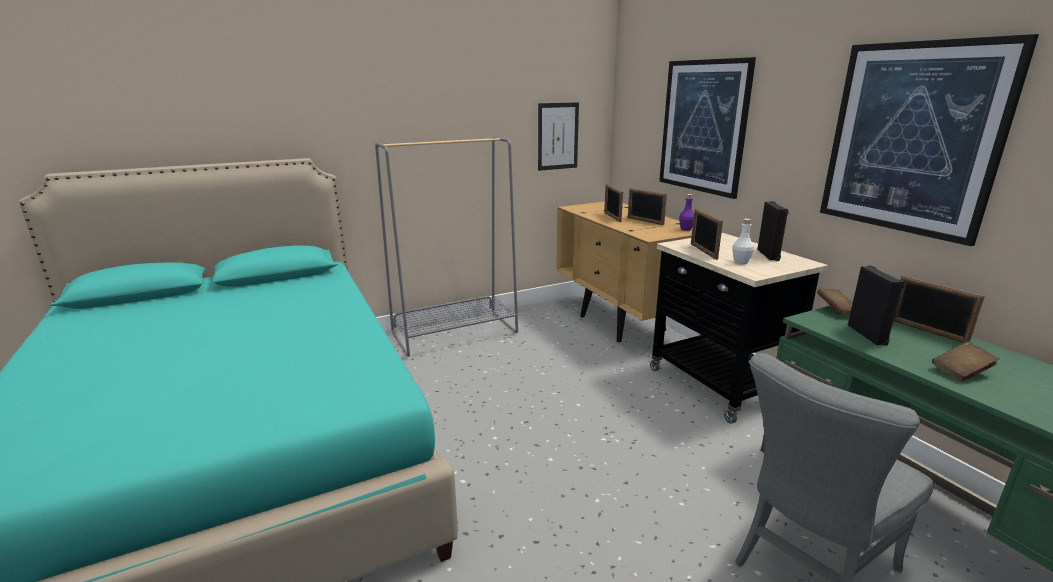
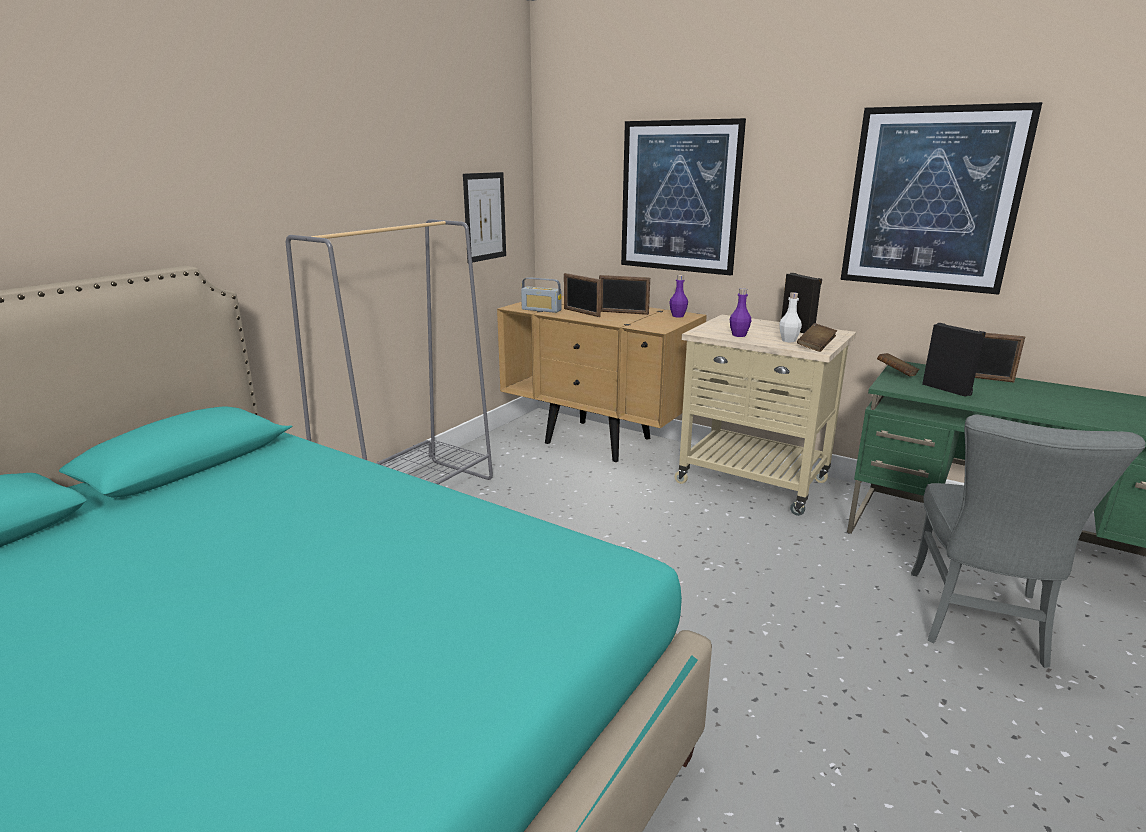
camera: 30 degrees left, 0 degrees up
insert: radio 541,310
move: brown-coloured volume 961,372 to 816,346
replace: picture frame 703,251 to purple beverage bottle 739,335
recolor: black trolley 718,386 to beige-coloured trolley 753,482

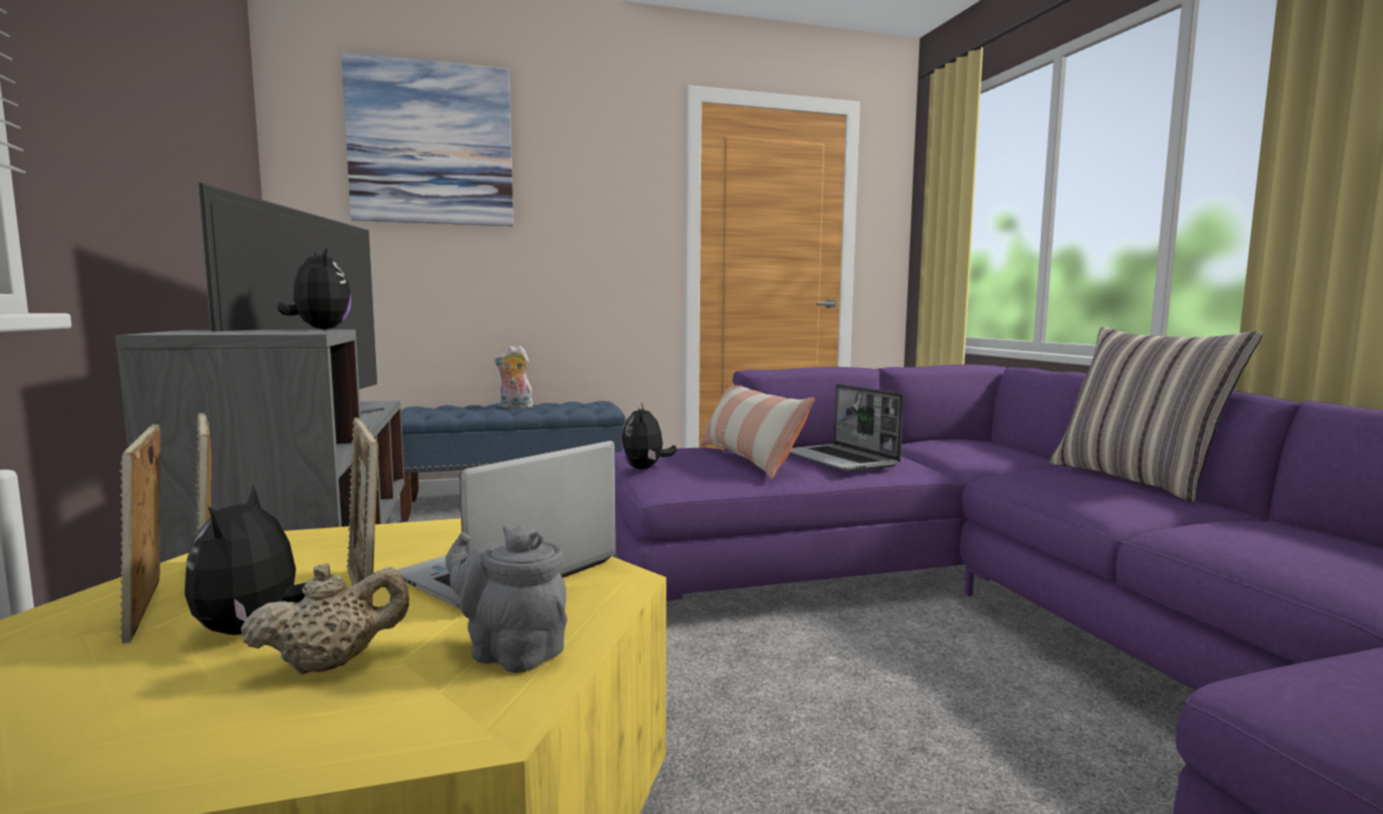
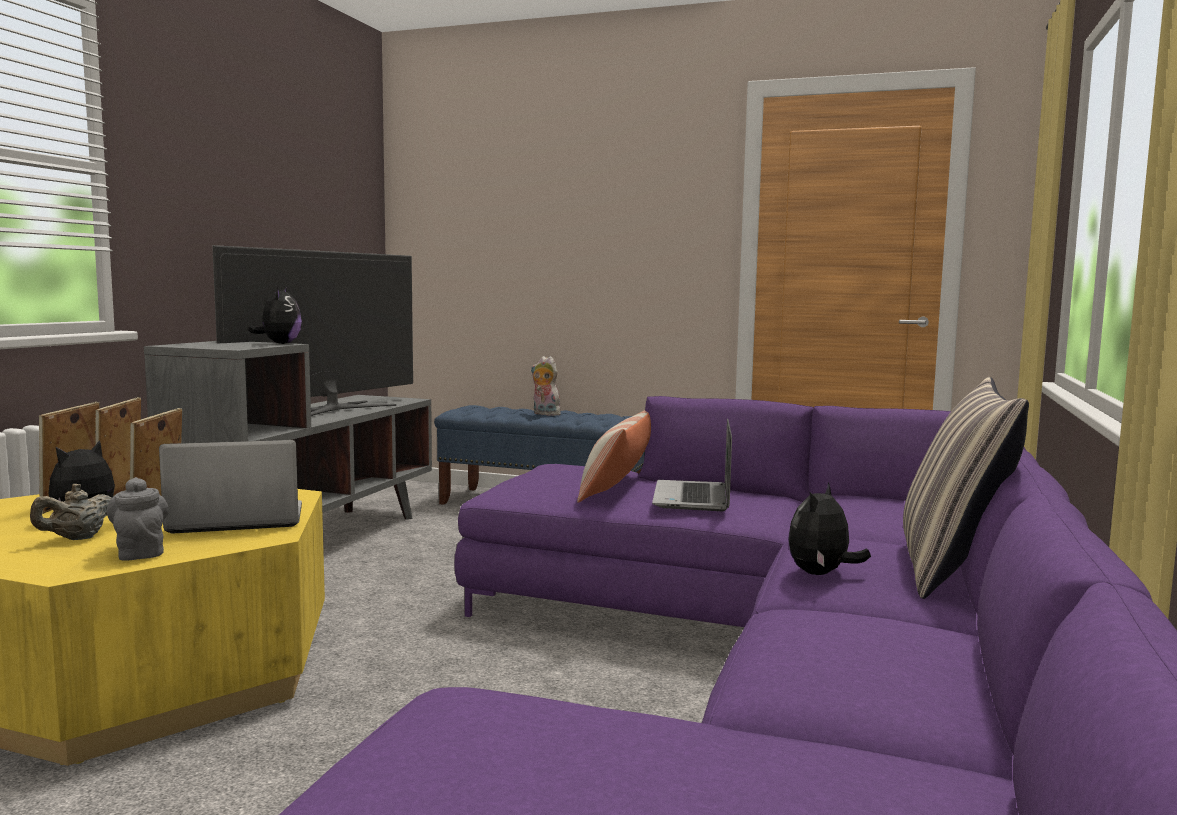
camera: 35 degrees right, 0 degrees up
delete: picture 431,144
move: soft toy 645,468 to 821,574
rotate: beige-coloured teapot 332,664 = 77,538 120 degrees clockwise

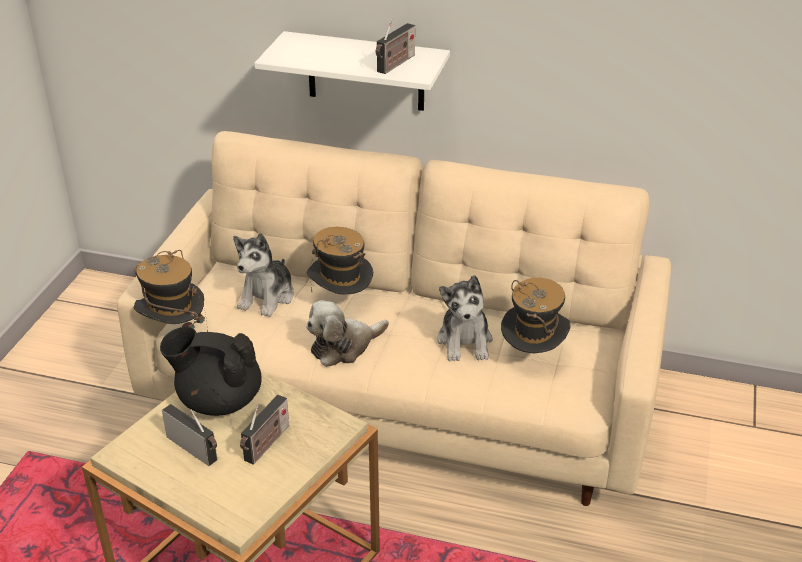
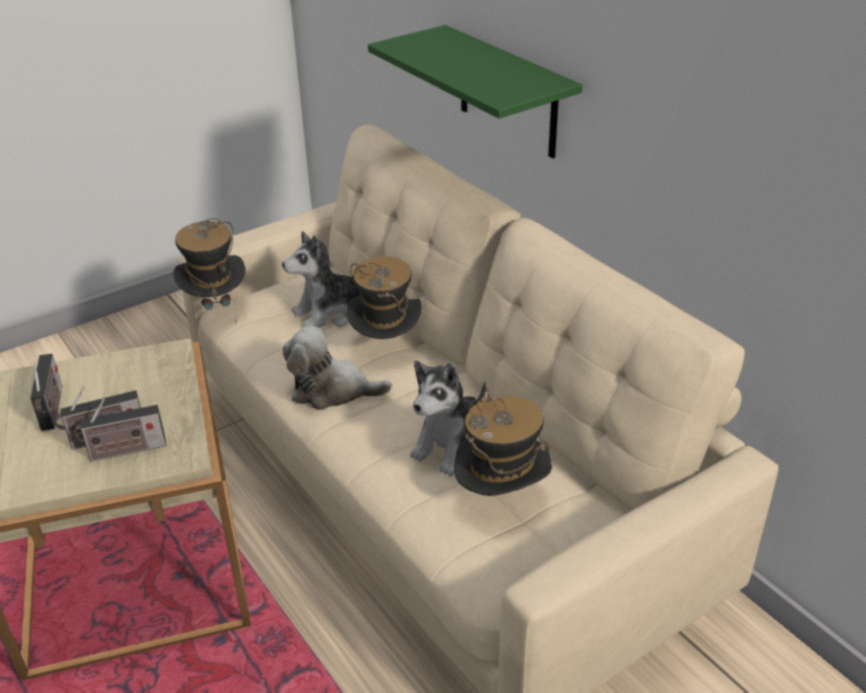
camera: 40 degrees right, 0 degrees up
delete: black teapot 218,400
move: radio 395,64 to 124,451
recolor: whitish shelf 366,72 to green-coloured shelf 508,93

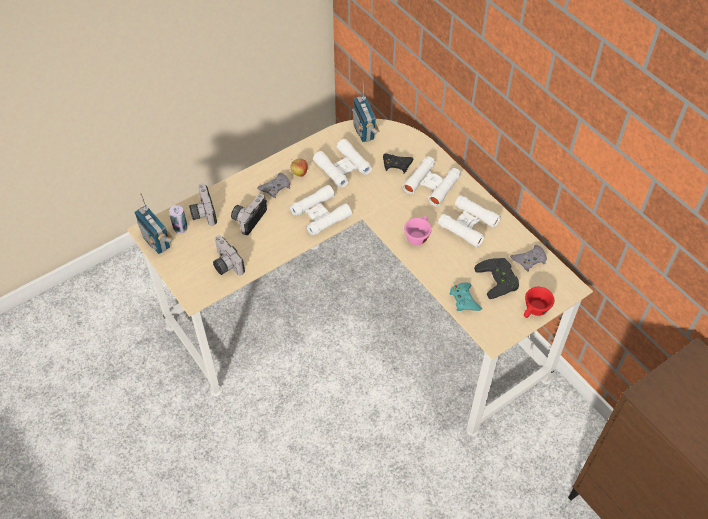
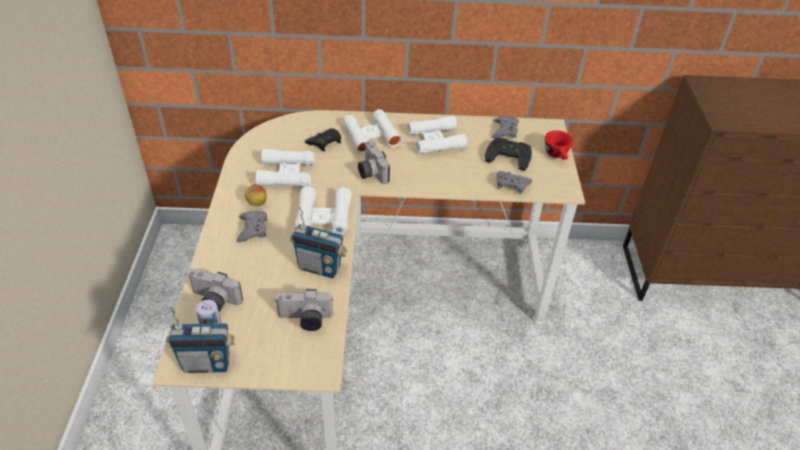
camera: 55 degrees left, 10 degrees down
delete: pink drinking cup 418,235
move: still camera 248,218 to 370,172; radio 364,132 to 320,267
recolor: blue-green game controller 464,300 to grey game controller 512,184

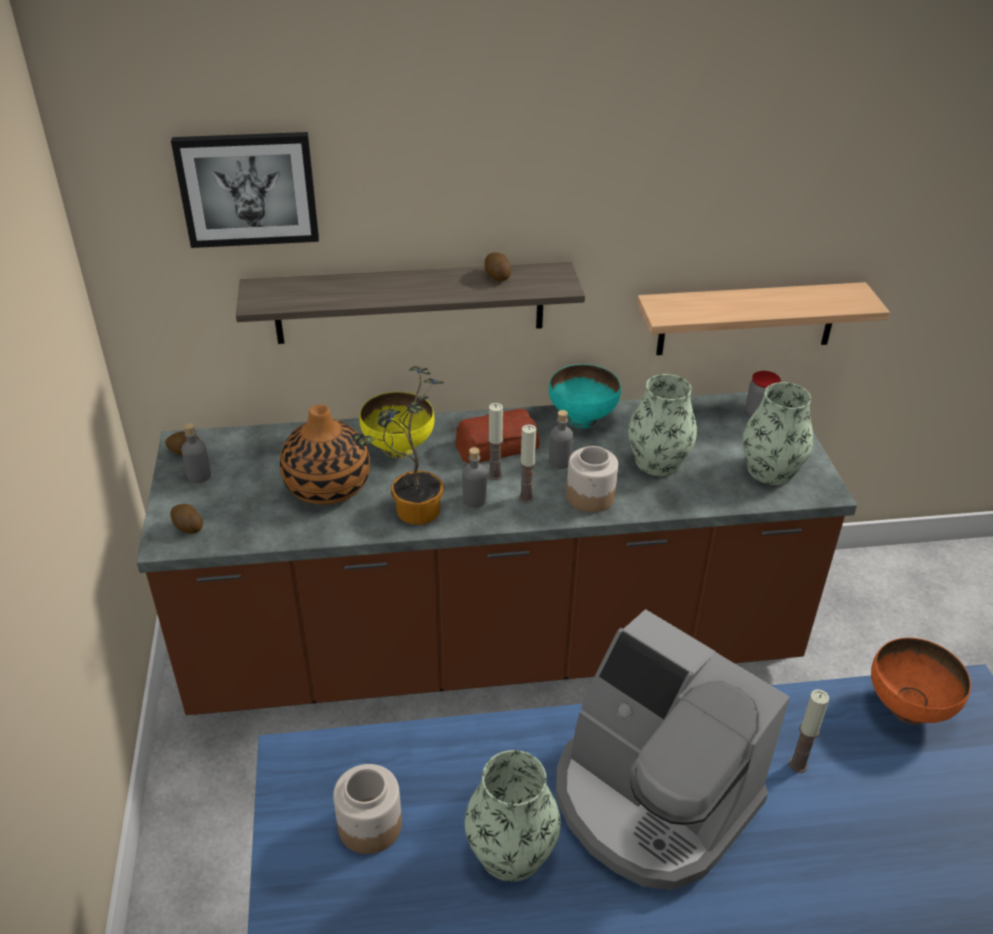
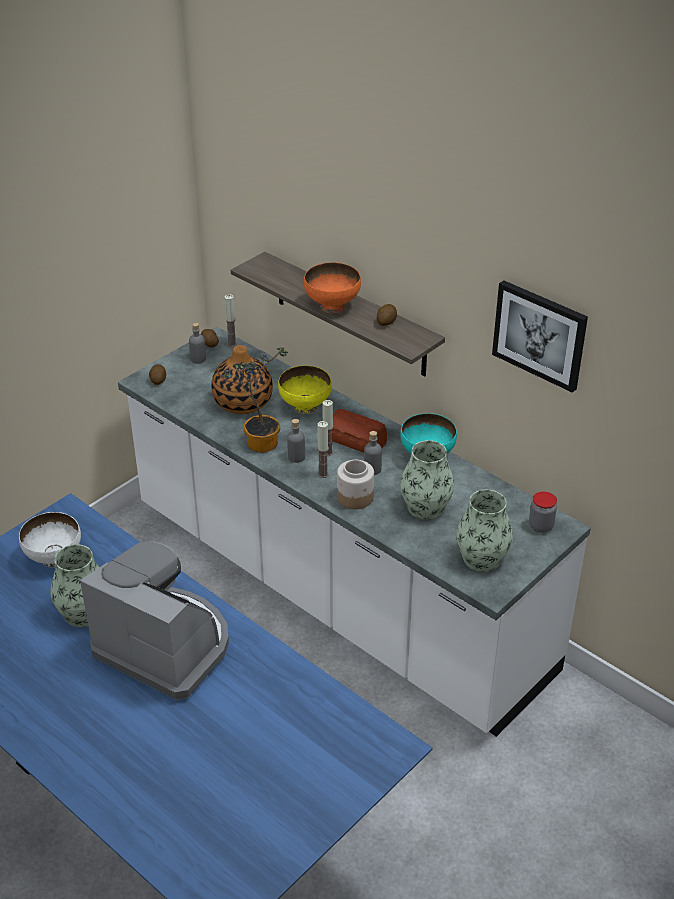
camera: 50 degrees right, 0 degrees up
delete: shelf 747,319
move: picture 248,189 to 540,334; wax candle 798,764 to 232,344; orange deep dish 907,707 to 332,306
replace: jar 369,826 to whitish deep dish 54,558
recolor: brown-coloured kitchen base unit 494,646 to whitish kitchen base unit 336,589
rotate: coffee machine 651,799 = 165,646 120 degrees clockwise

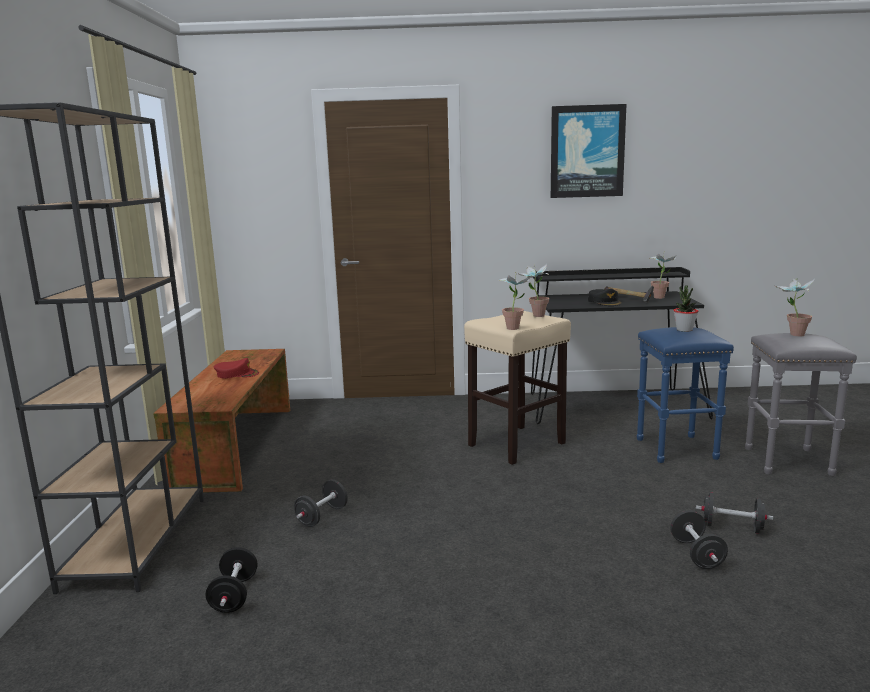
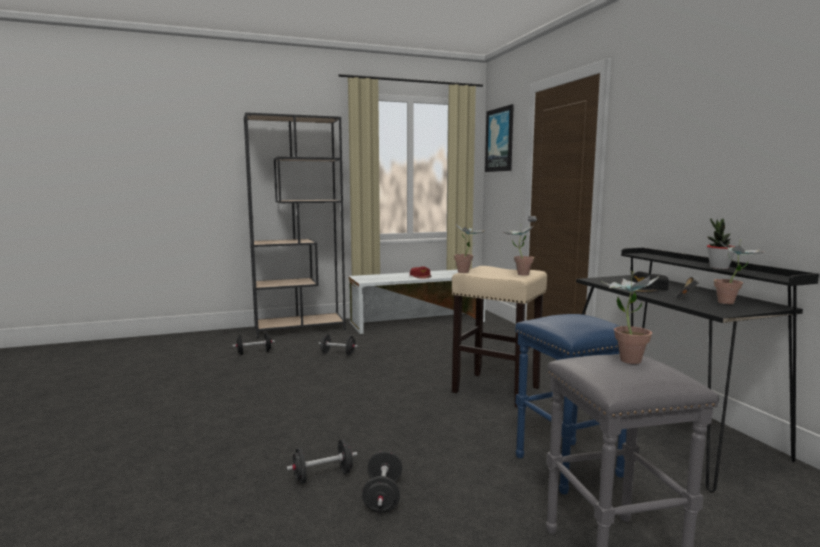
camera: 70 degrees right, 5 degrees down
move: picture 587,151 to 500,140; plant in a pot 684,330 to 719,268
recolor: brown-coloured indoor bench 235,445 to whitish indoor bench 418,321

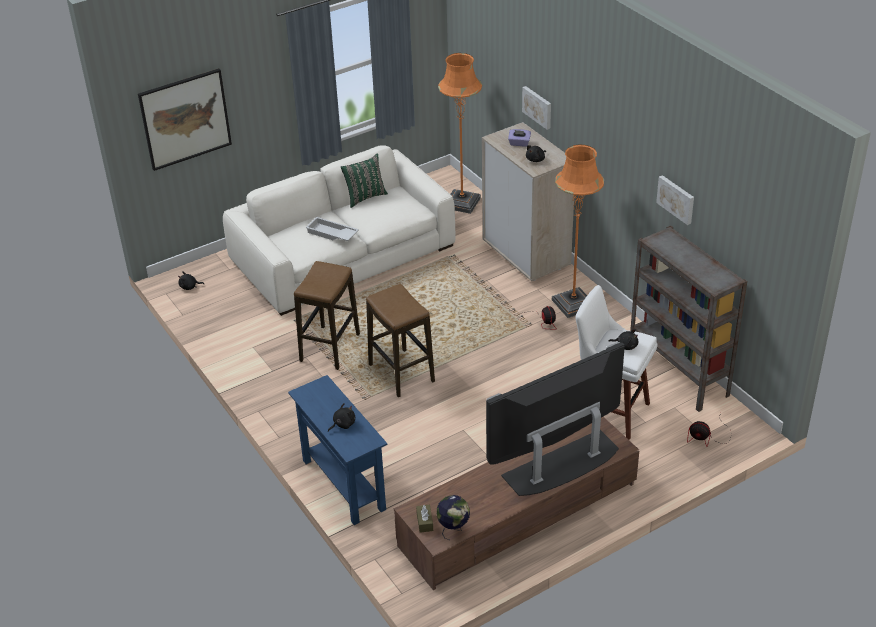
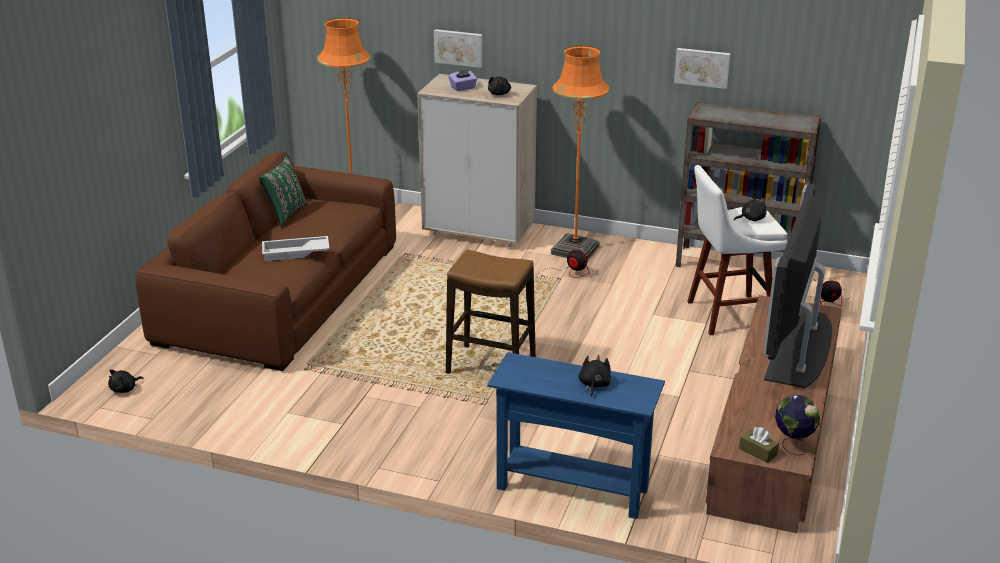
camera: 40 degrees left, 10 degrees down
delete: picture 185,119; stool 330,347
recolor: whitish sofa 343,253 to brown-coloured sofa 279,292

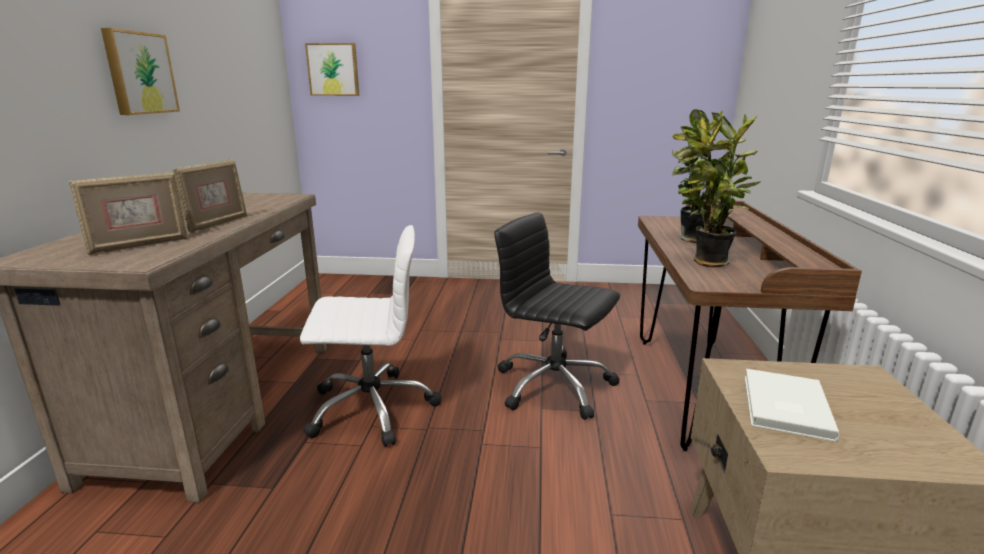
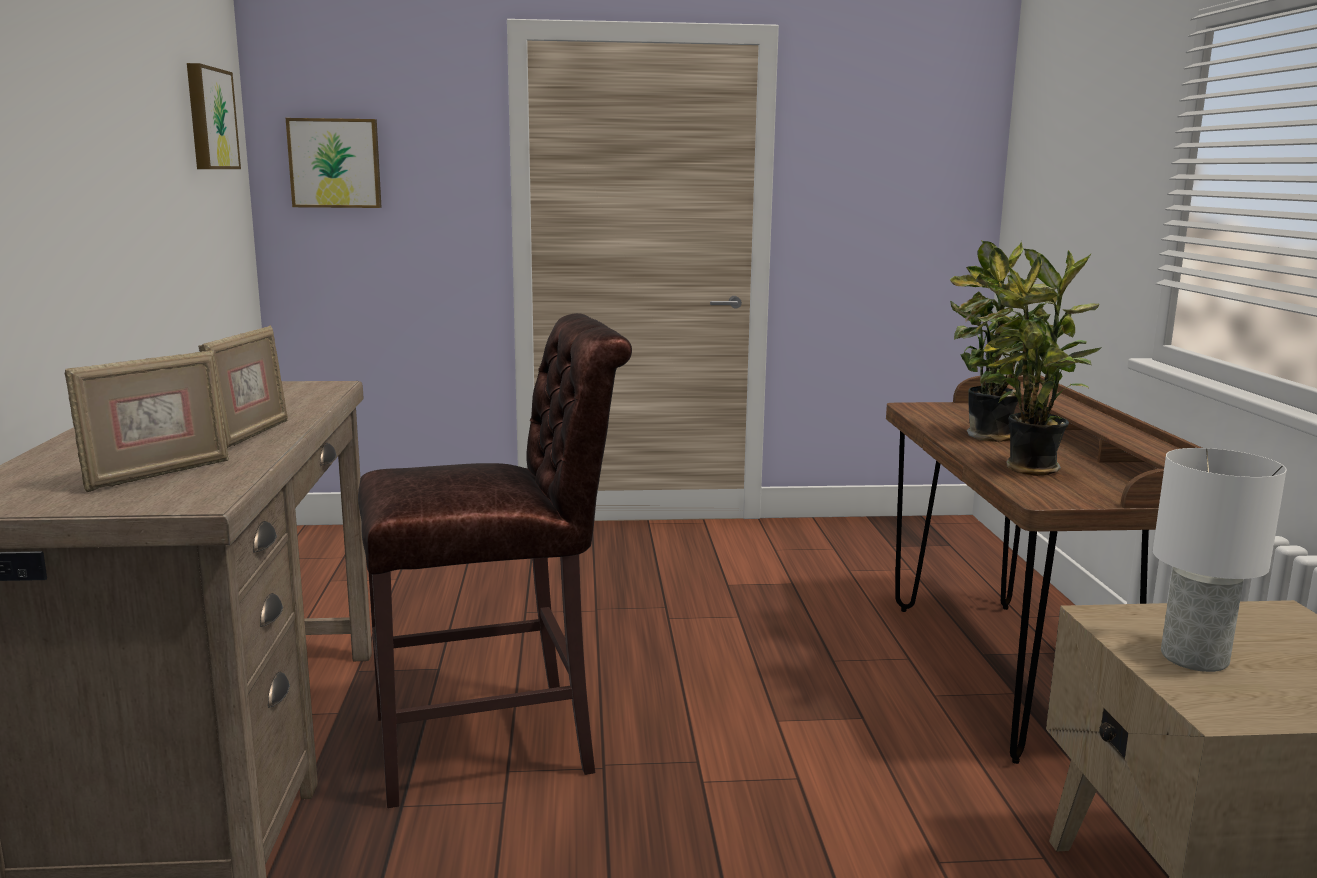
camera: 10 degrees left, 5 degrees down
delete: black computer chair 553,386
move: picture 139,73 to 209,119
replace: whitish computer chair 372,408 to brown-coloured stool 497,743; whitish volume 783,406 to whitish tabletop lamp 1193,658

